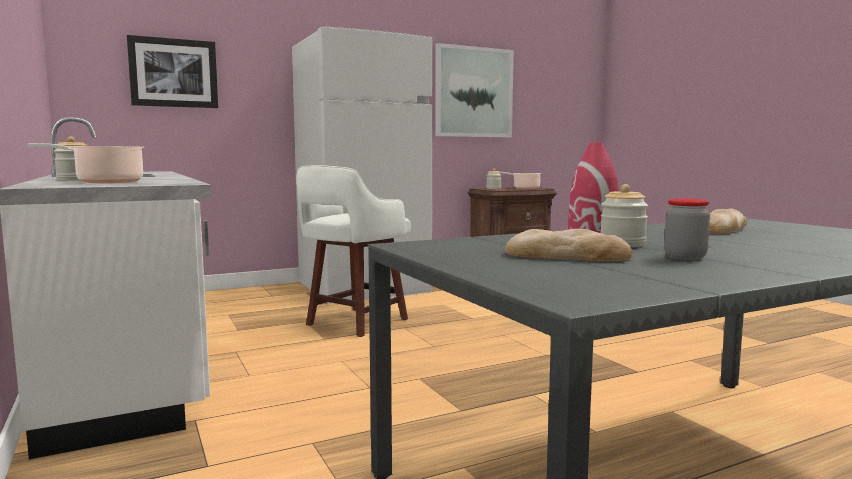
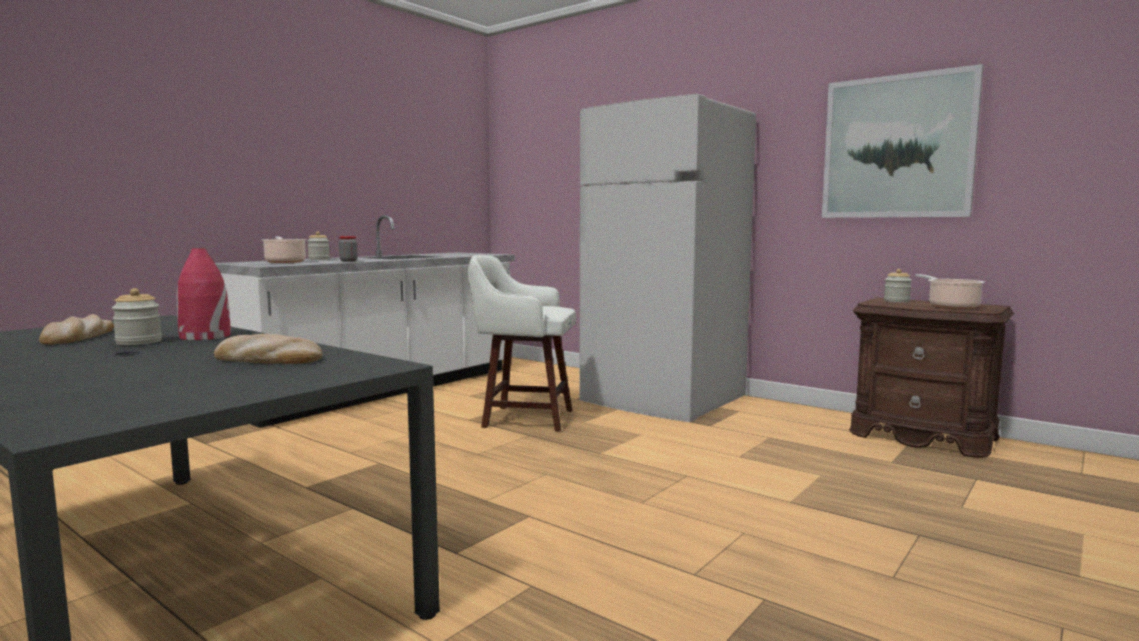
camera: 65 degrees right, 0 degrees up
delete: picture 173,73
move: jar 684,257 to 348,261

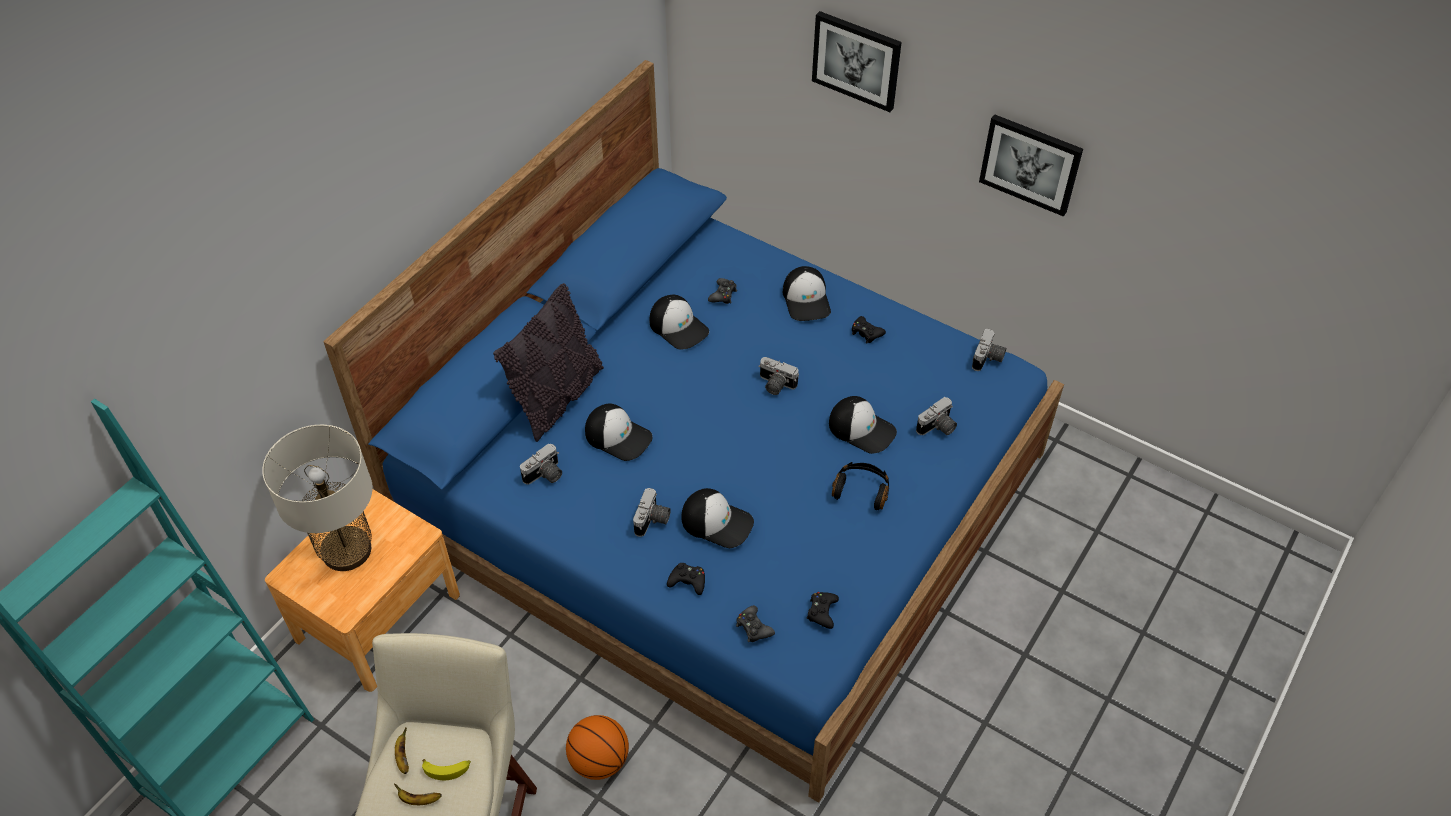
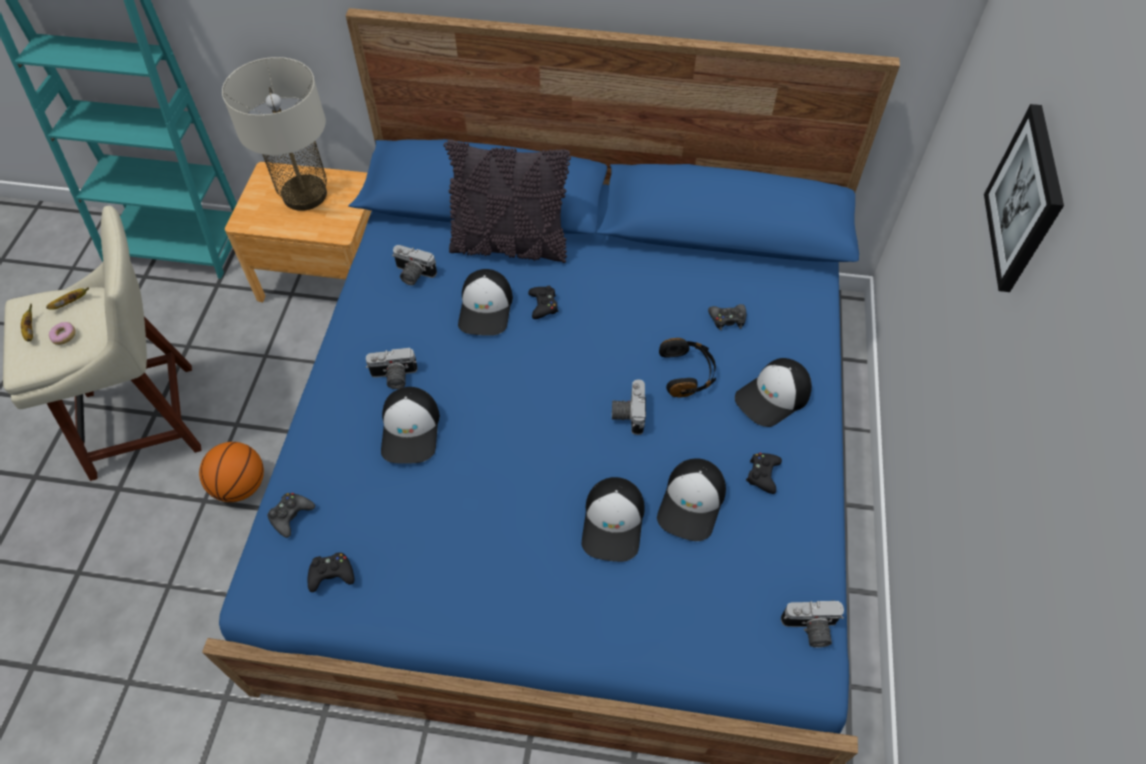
camera: 65 degrees right, 5 degrees up
delete: still camera 937,428; picture 1031,163
move: baseball cap 679,327 to 692,503; black game controller 688,581 to 543,305; black pair of headphones 861,490 to 687,373
replace: banana 447,769 to donut 64,337

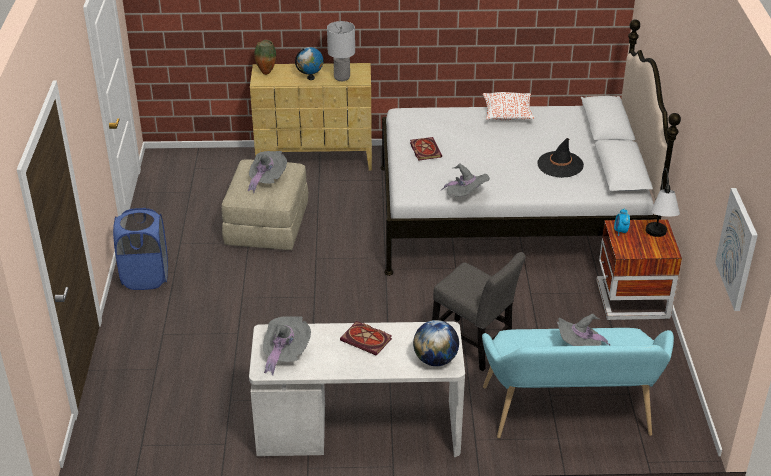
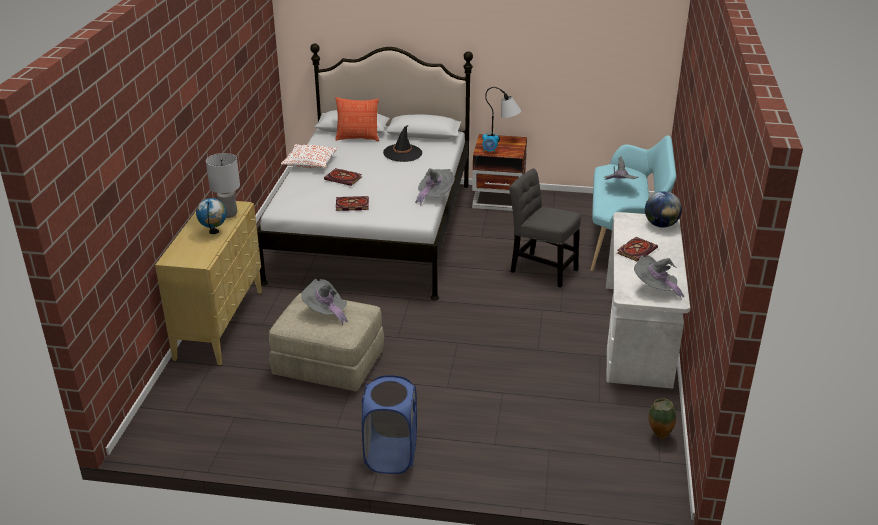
camera: 80 degrees left, 5 degrees down
delete: picture 738,249
insert: volume 344,178; orange pillow 358,138
move: flower vase 266,73 to 659,436
rotate: grey plain chair 474,345 = 541,269 105 degrees counterclockwise

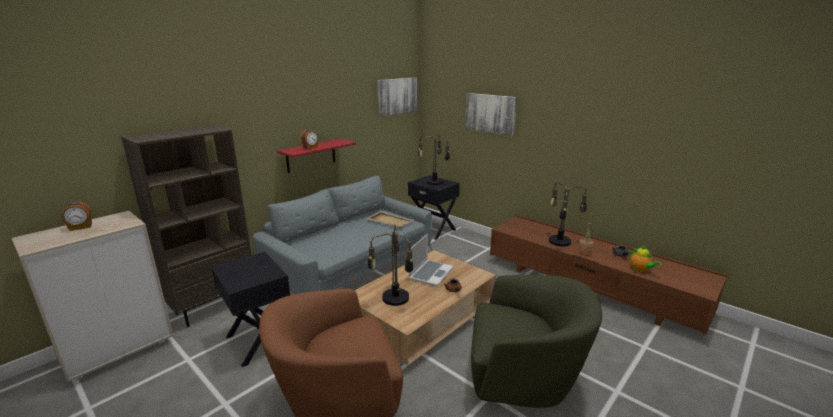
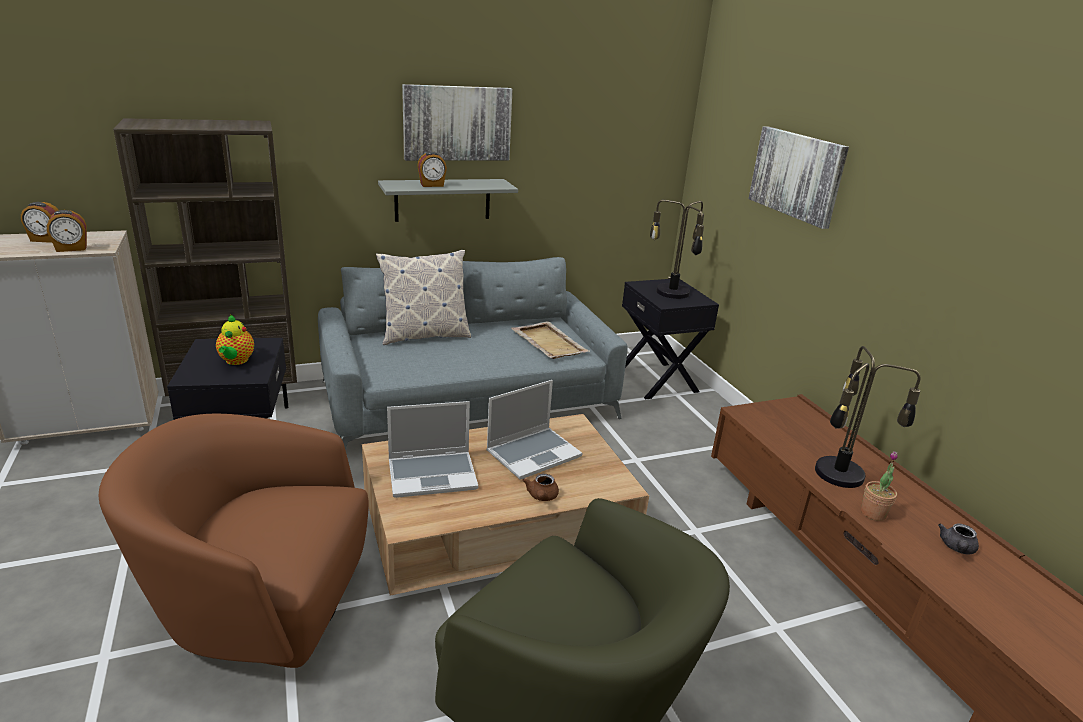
camera: 25 degrees right, 5 degrees up
insert: bedside clock 71,249; pillow 424,335
move: picture 396,96 to 457,123; teapot 640,269 to 236,361
replace: tabletop lamp 395,298 to portable computer 433,475
recolor: red-coloured shelf 311,155 to grey shelf 442,200

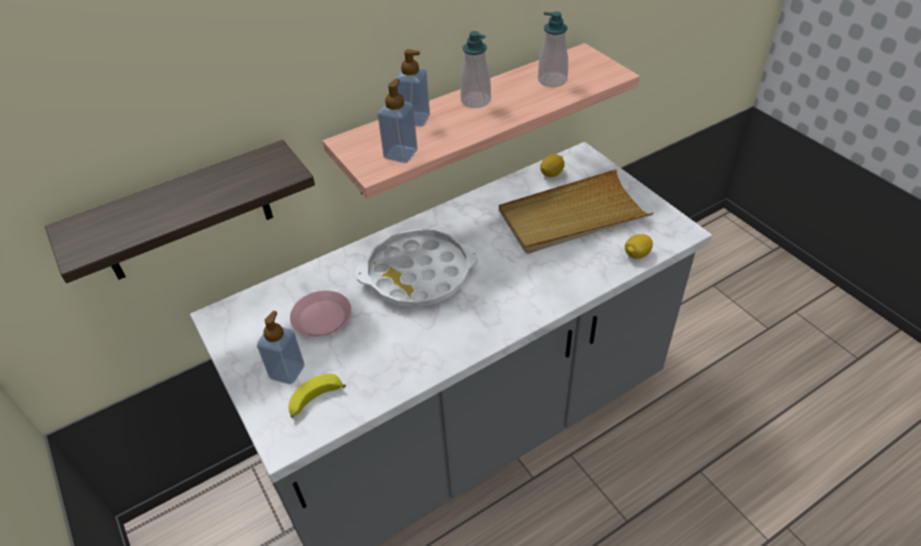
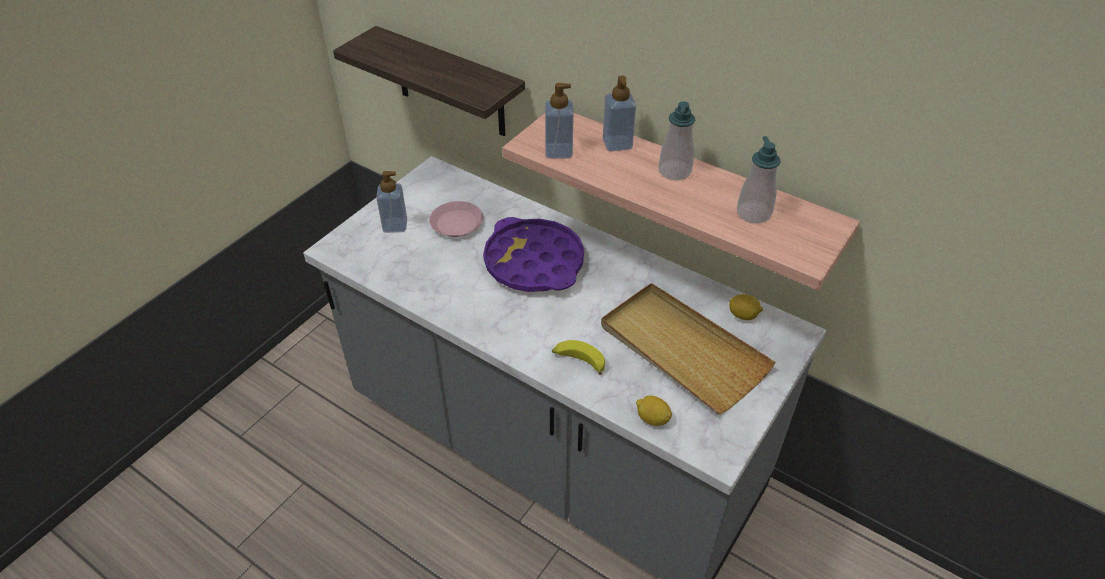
camera: 65 degrees right, 0 degrees up
move: banana 315,401 to 578,361
recolor: whitish serving tray 418,275 to purple serving tray 534,262

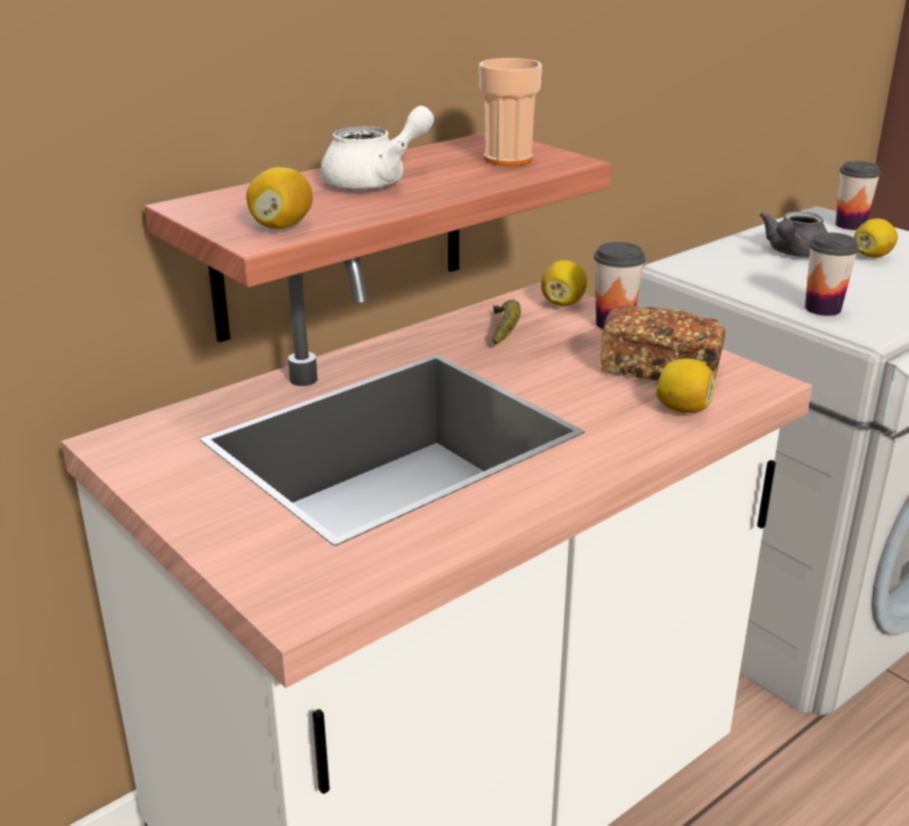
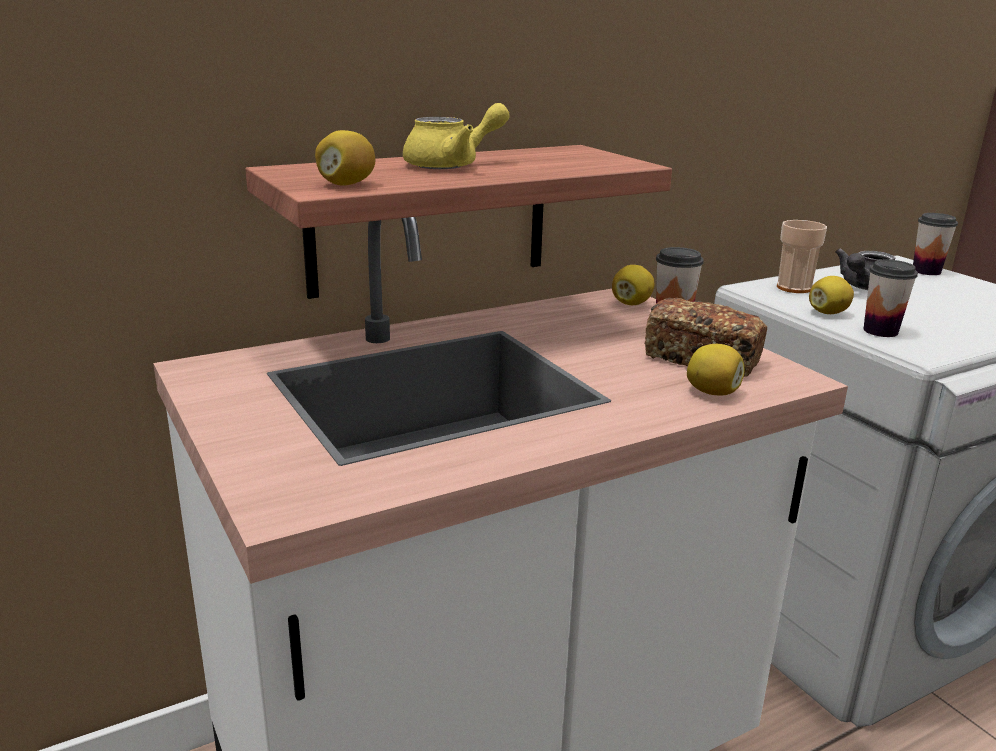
camera: 10 degrees right, 5 degrees down
delete: banana 505,330
move: drinking cup 508,159 to 794,288; citrus fruit 872,256 to 828,313
recolor: whitish teapot 376,181 to yellow-coloured teapot 452,165

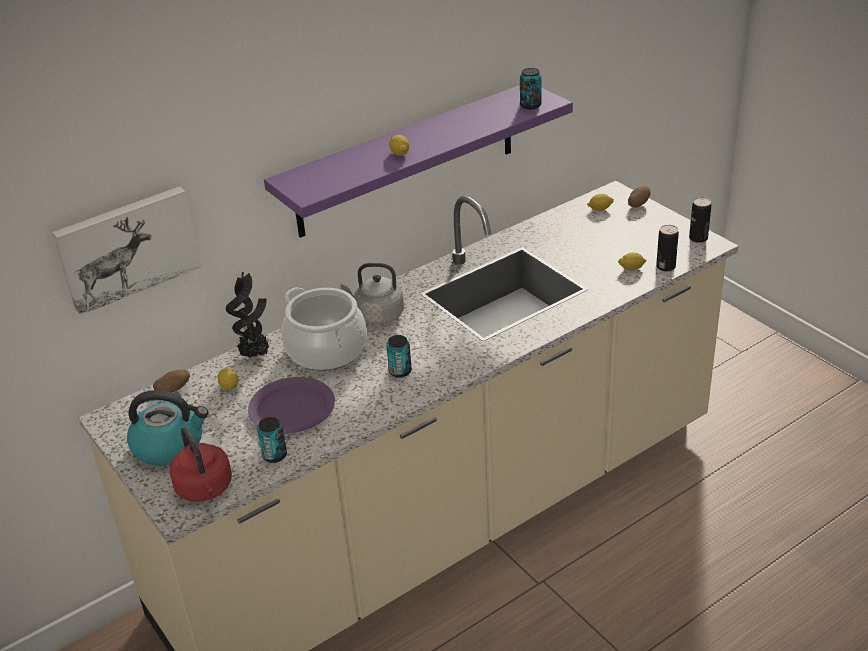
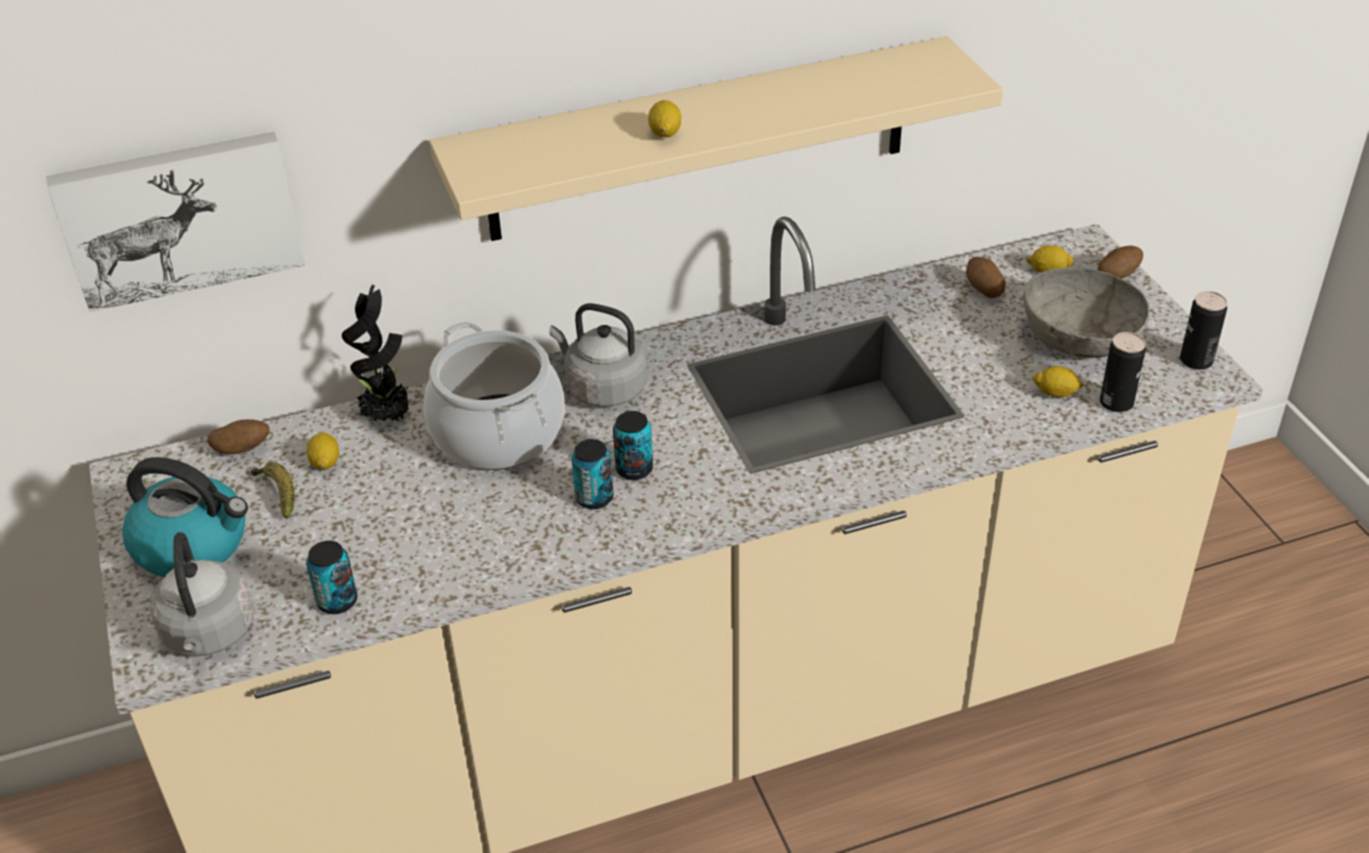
camera: 15 degrees right, 5 degrees up
delete: purple flat dish 293,409
insert: banana 279,494; potato 983,291; grey deep dish 1080,339
move: sealed can 530,105 to 634,469
recolor: red-coloured kettle 205,489 to grey kettle 209,634; purple shelf 407,160 to beige-coloured shelf 700,140

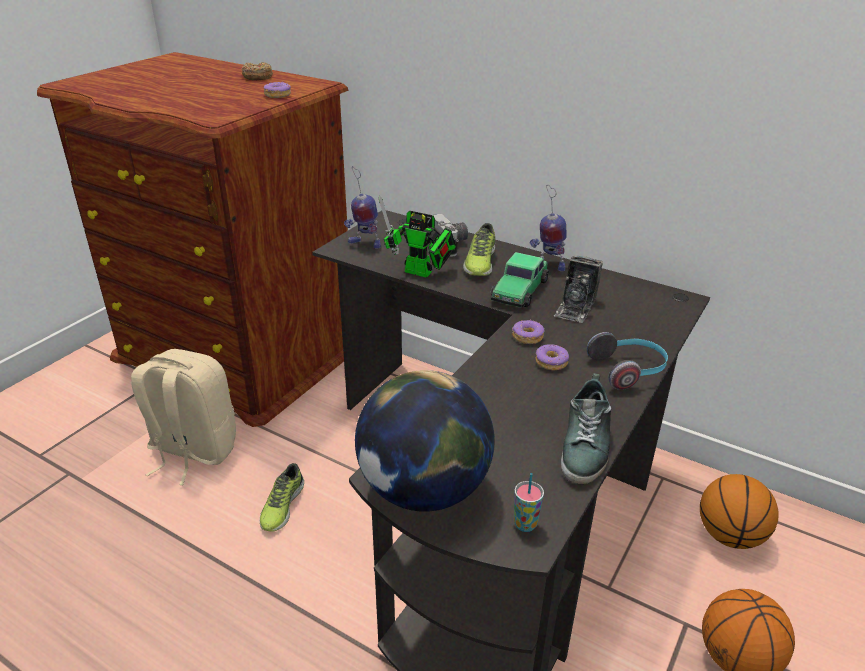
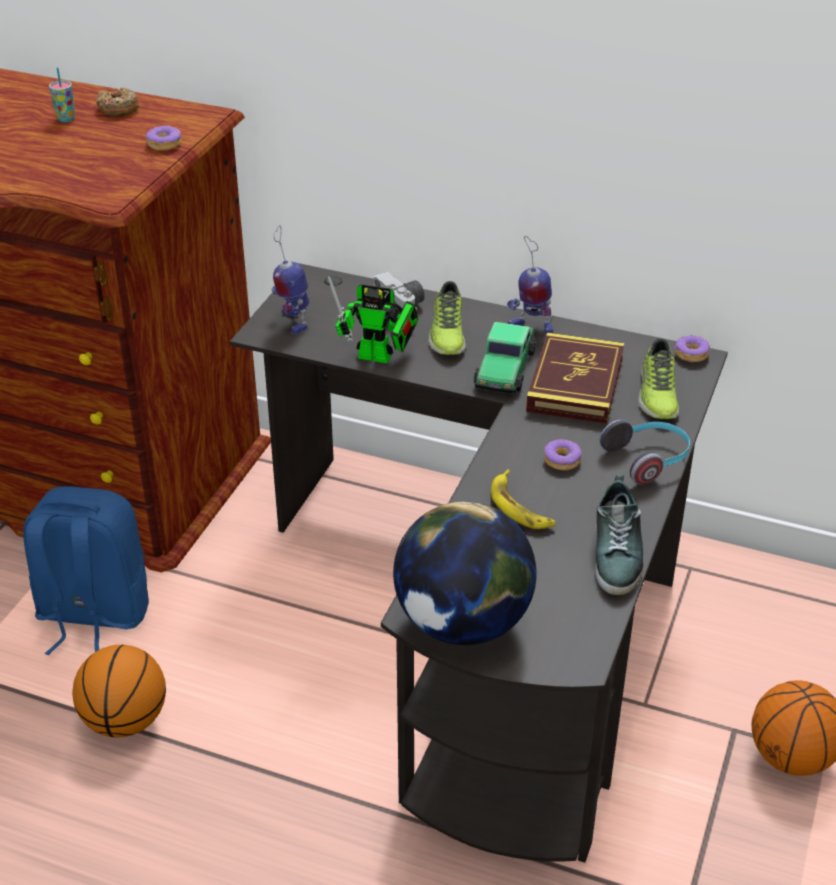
camera: 10 degrees left, 5 degrees up
insert: banana 520,507
move: shoe 281,506 to 656,394; donut 527,337 to 691,354; drinking cup 525,524 to 66,119; basketball ball 730,535 to 126,720
replace: still camera 575,307 to volume 575,384
recolor: beige-coloured backpack 192,451 to blue backpack 92,615
rotate: toy robot 364,243 = 293,321 60 degrees clockwise

